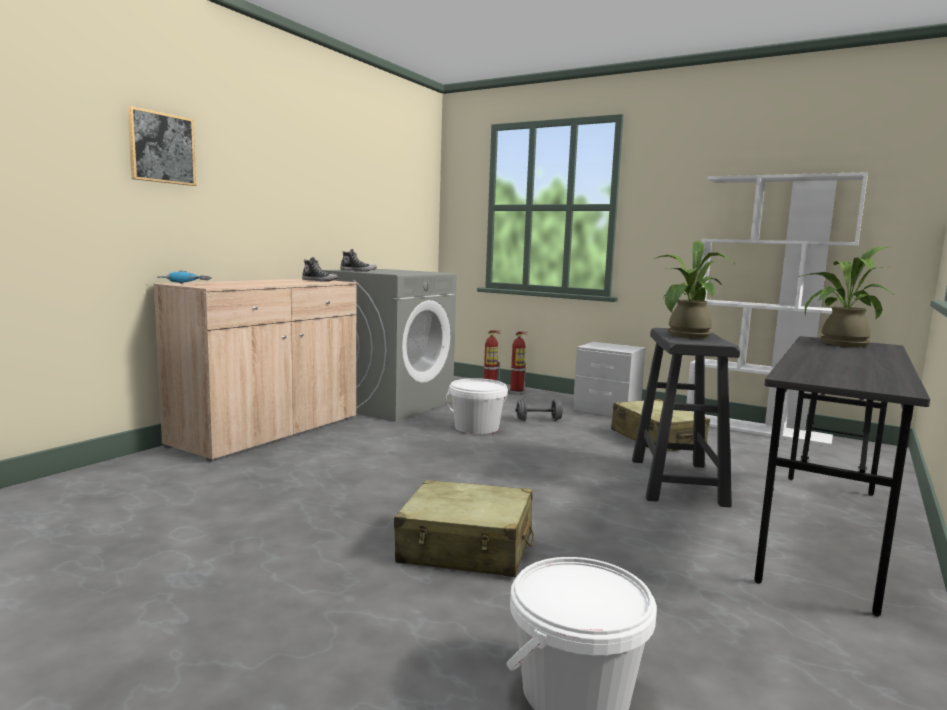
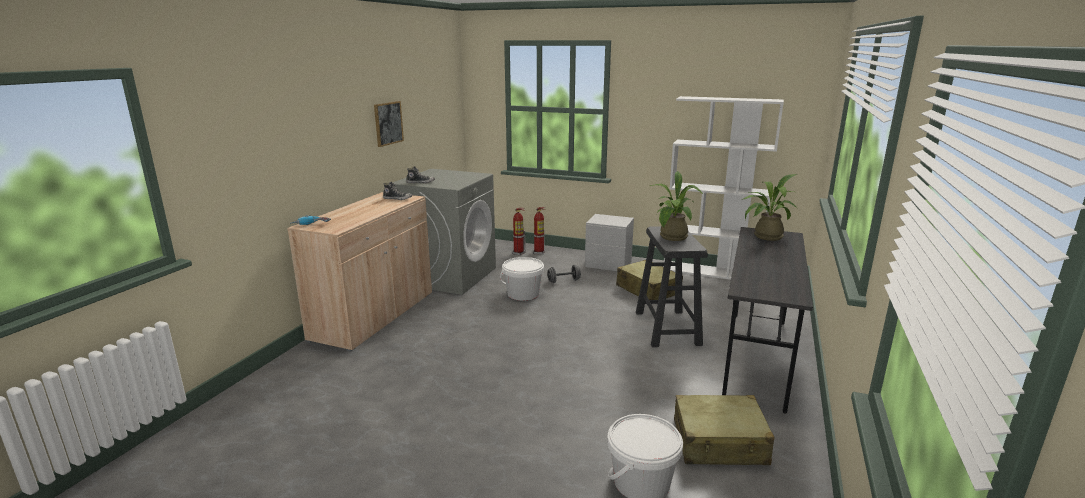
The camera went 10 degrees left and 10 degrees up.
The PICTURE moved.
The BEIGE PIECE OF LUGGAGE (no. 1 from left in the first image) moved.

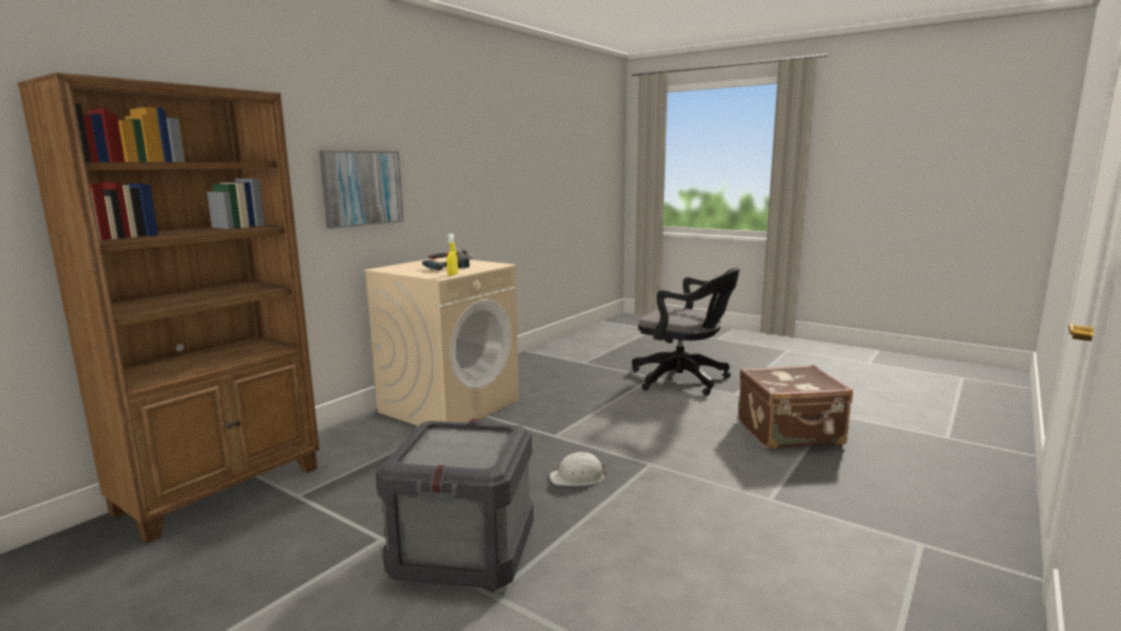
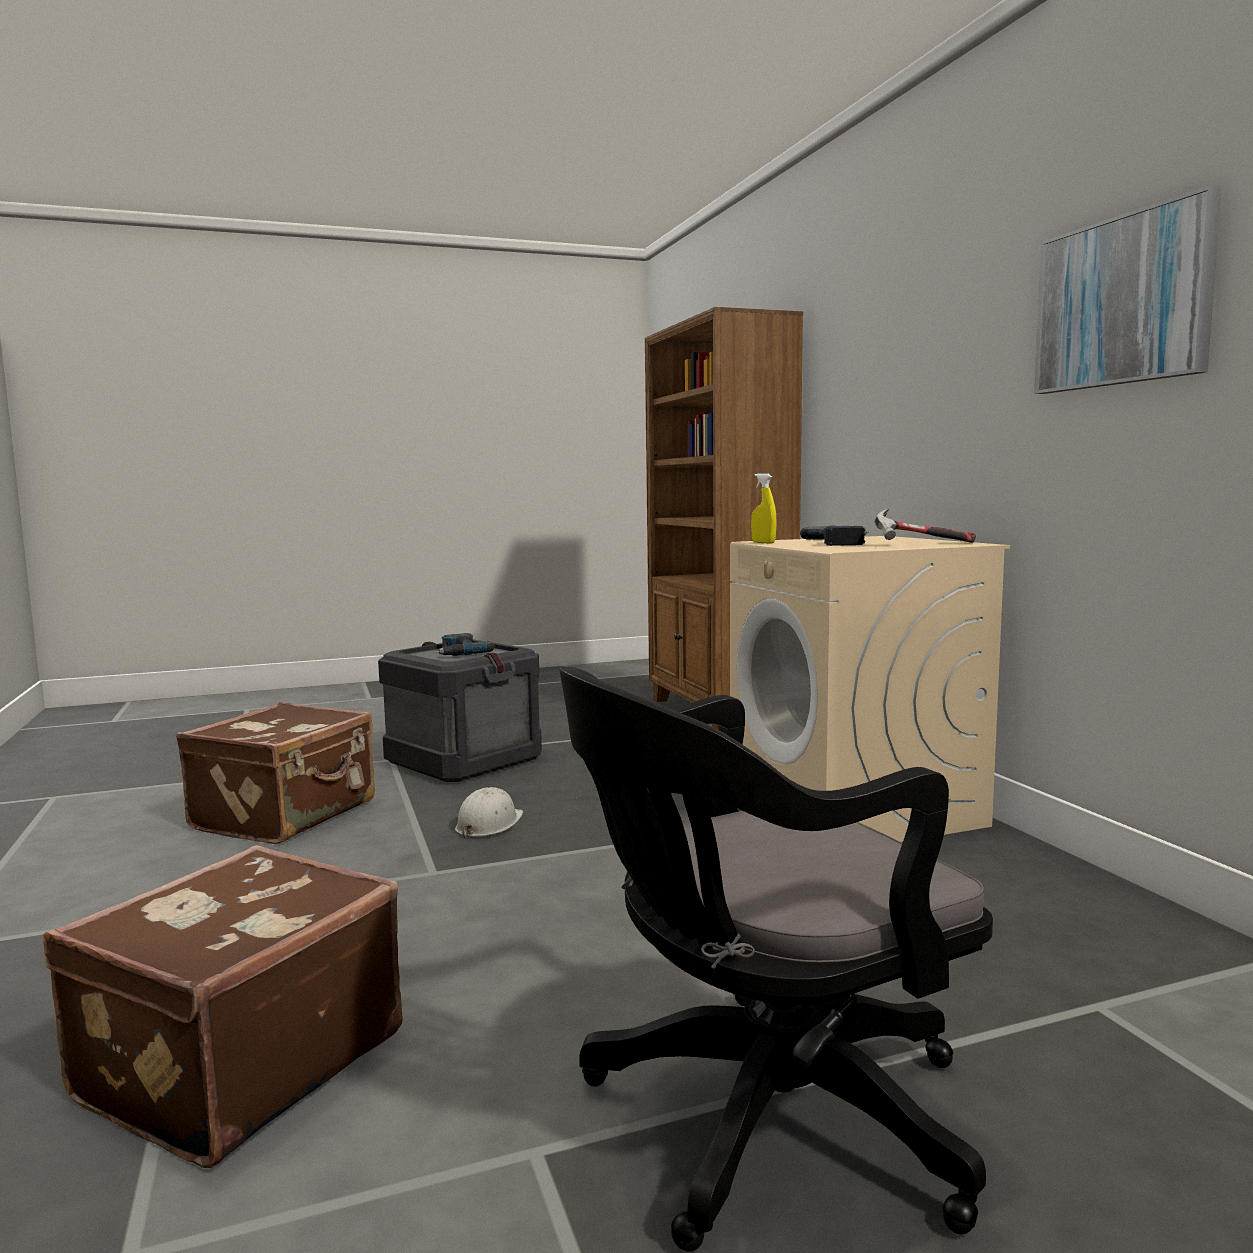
The camera went 125 degrees right and 5 degrees down.
The BROWNISH PIECE OF LUGGAGE (no. 2 from left) appeared.
The DRILL (no. 1 from left) appeared.
The PICTURE moved.

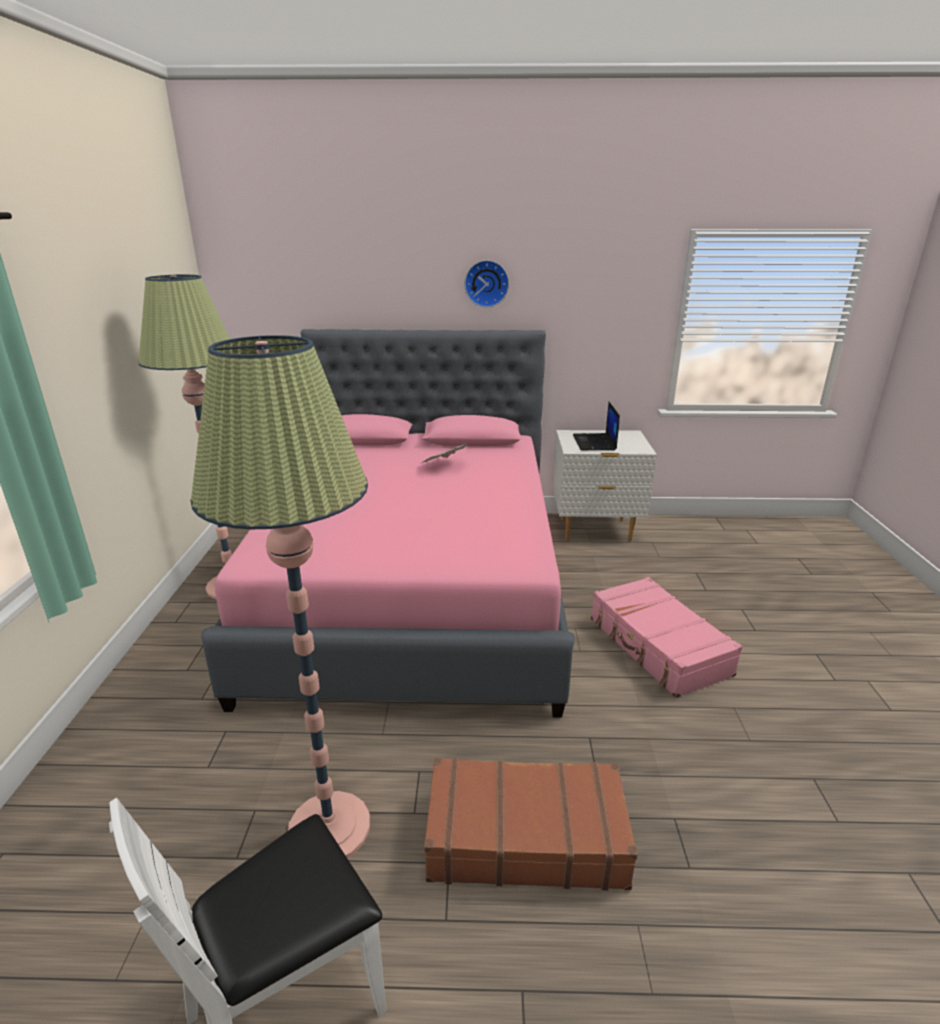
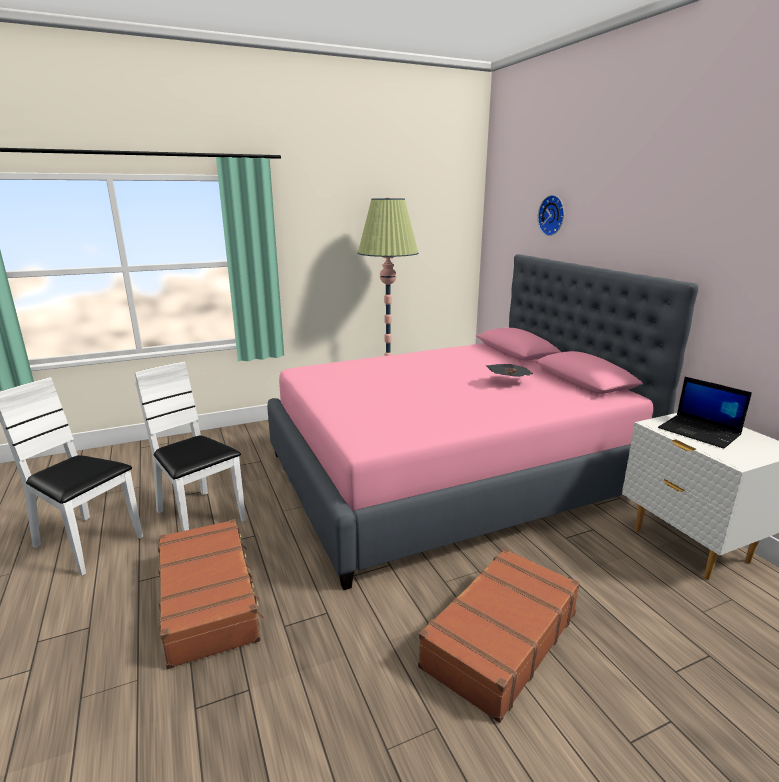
The camera went 65 degrees right and 5 degrees down.
The HANGING CLOCK moved.
The STANDING LAMP (no. 2 from left) was replaced by the WHITE-COLOURED CHAIR (no. 2 from left).
The PINK-COLOURED PIECE OF LUGGAGE became the BROWNISH PIECE OF LUGGAGE (no. 2 from left).
The NOTEBOOK COMPUTER turned 105 degrees counterclockwise.

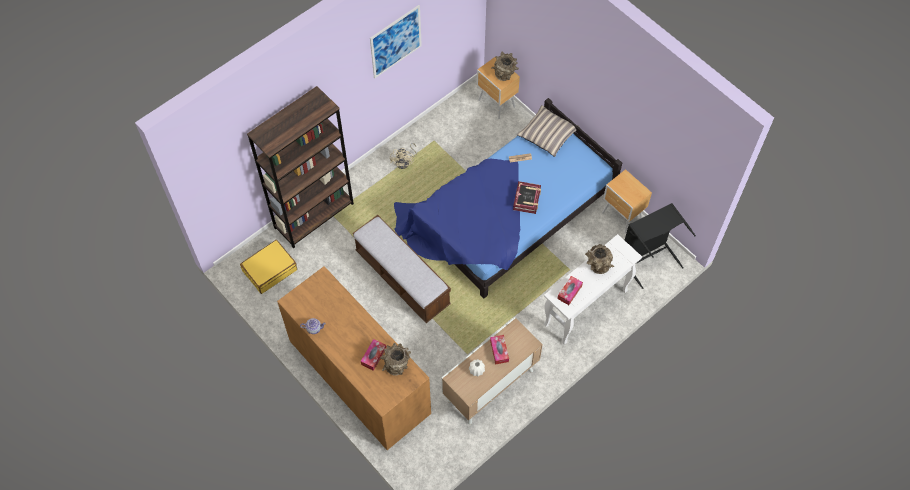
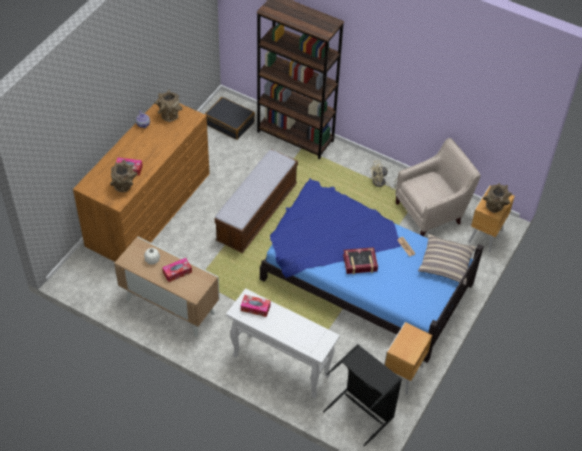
The camera went 70 degrees right and 10 degrees down.
The PICTURE disappeared.
The BEIGE ARMCHAIR appeared.
The BROWNISH VASE (no. 3 from left in the first image) moved.
The YELLOW-COLOURED PIECE OF LUGGAGE became the BLACK PIECE OF LUGGAGE.

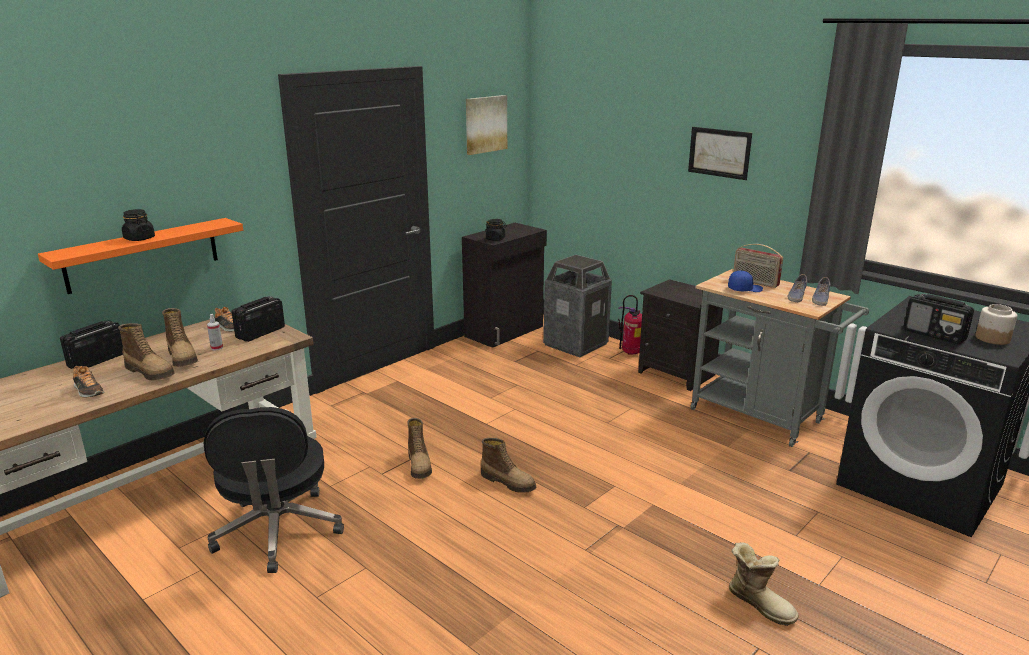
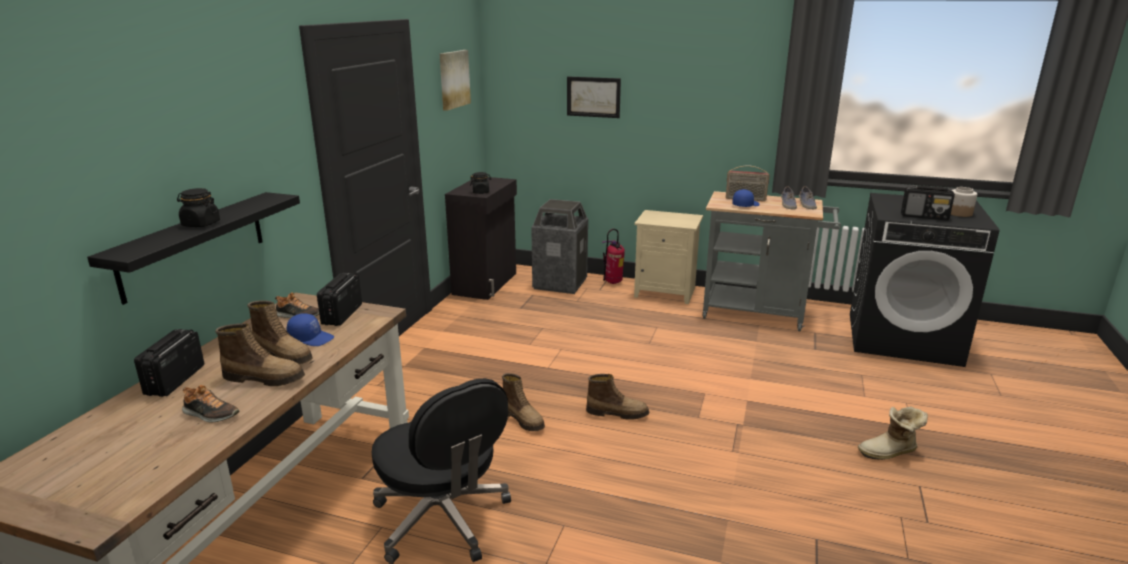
The camera went 25 degrees left and 0 degrees up.
The PICTURE (no. 2 from left) moved.
The SPRAYER was replaced by the BLUISH PEAKED CAP (no. 1 from left).
The ORANGE-COLOURED WALL SHELF became the BLACK WALL SHELF.
The BLACK NIGHT TABLE became the BEIGE NIGHT TABLE.
The TALL BOOT (no. 5 from left) turned 150 degrees clockwise.

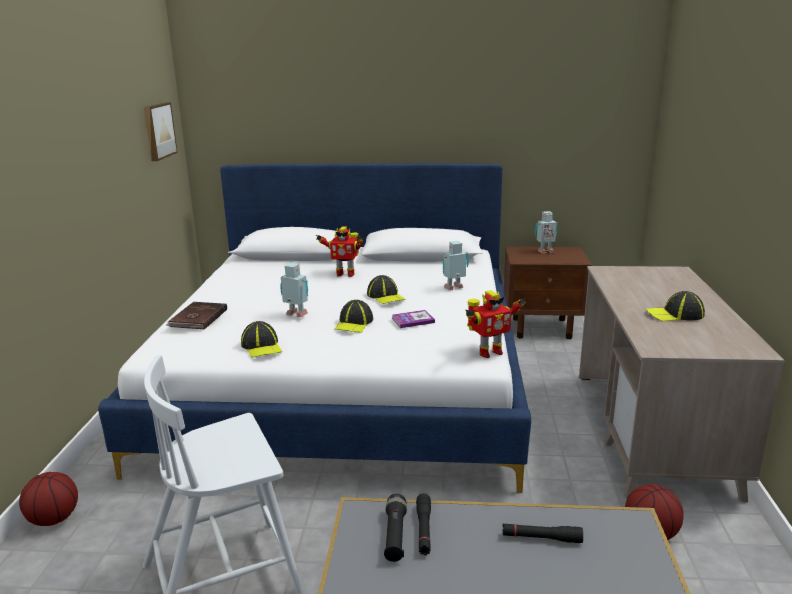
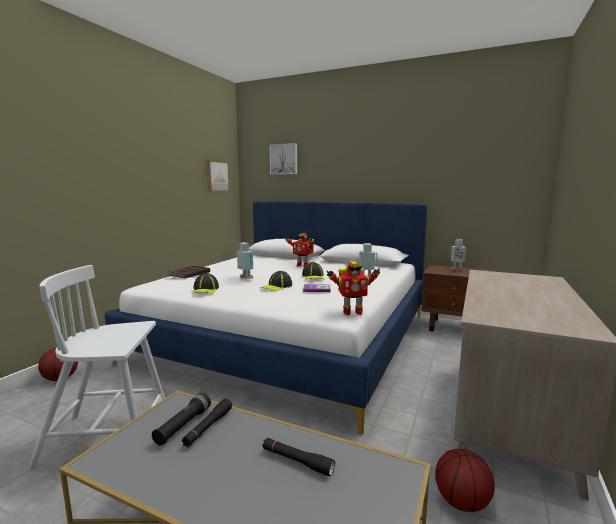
The camera went 20 degrees right and 10 degrees down.
The PEAKED CAP (no. 4 from left) disappeared.
The PICTURE (no. 2 from left) appeared.

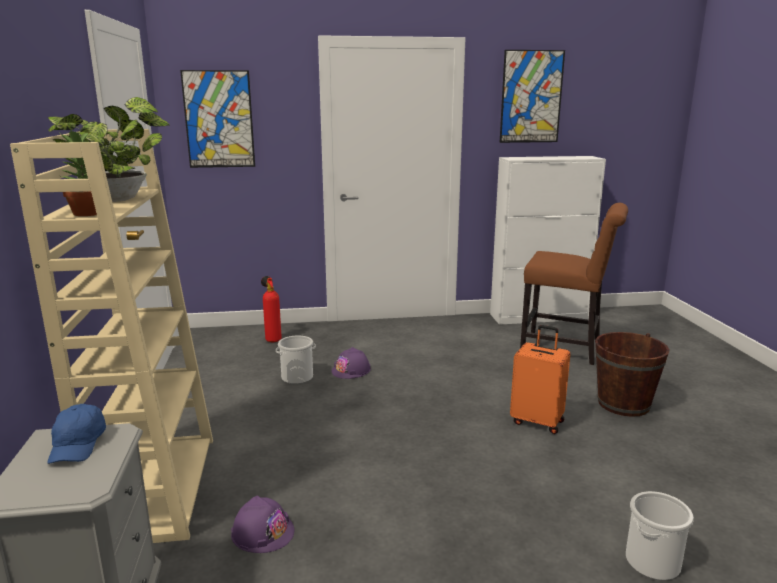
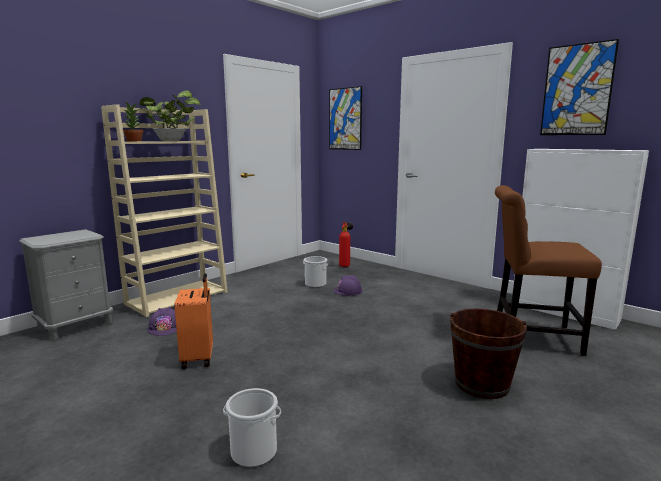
The camera went 50 degrees right and 5 degrees down.
The BLUISH PEAKED CAP disappeared.
The ORANGE-COLOURED PIECE OF LUGGAGE moved.
The BROWNISH CHAIR turned 120 degrees clockwise.

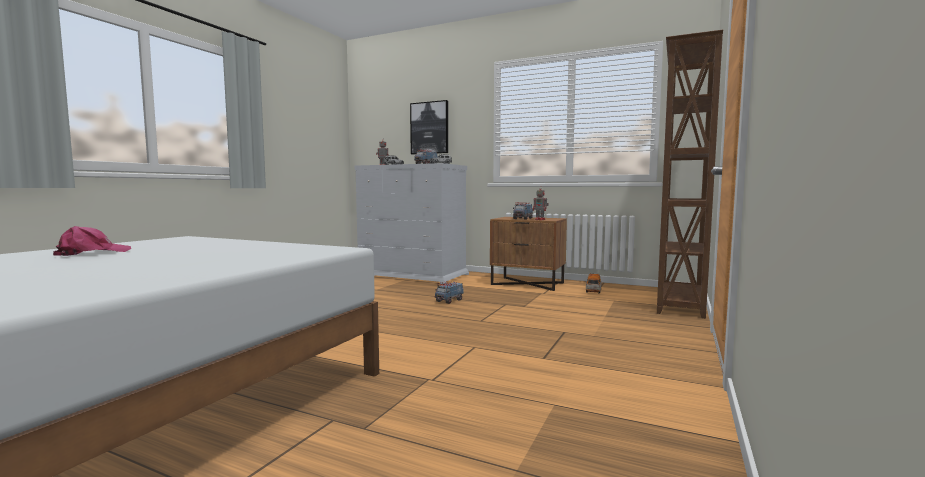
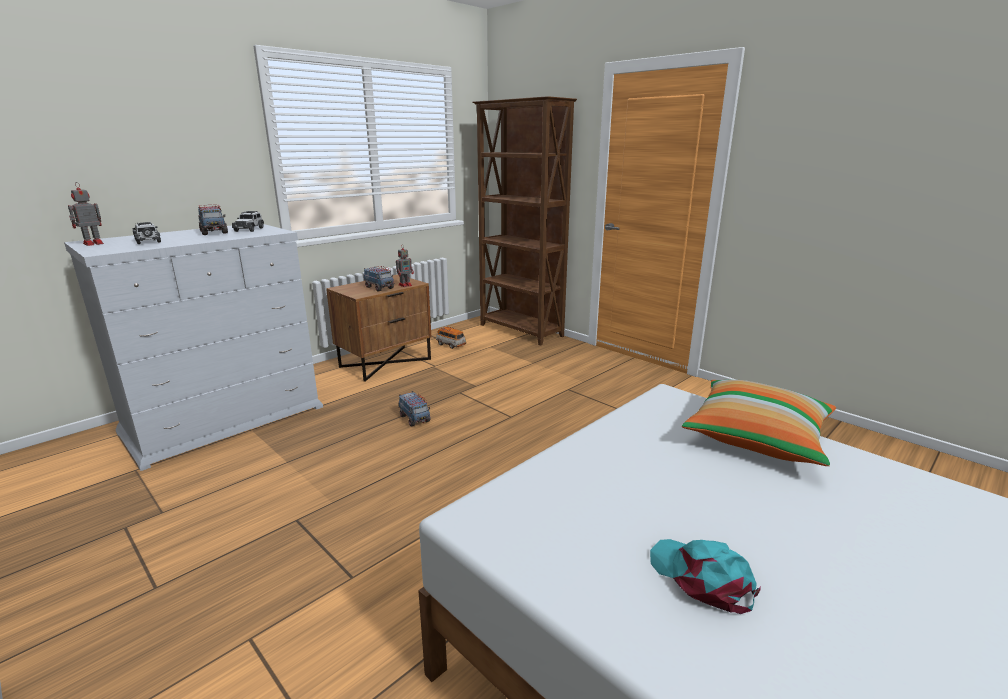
The camera went 70 degrees left and 15 degrees up.
The PICTURE disappeared.
The PILLOW appeared.
The PINK-COLOURED PEAKED CAP became the TURQUOISE PEAKED CAP.

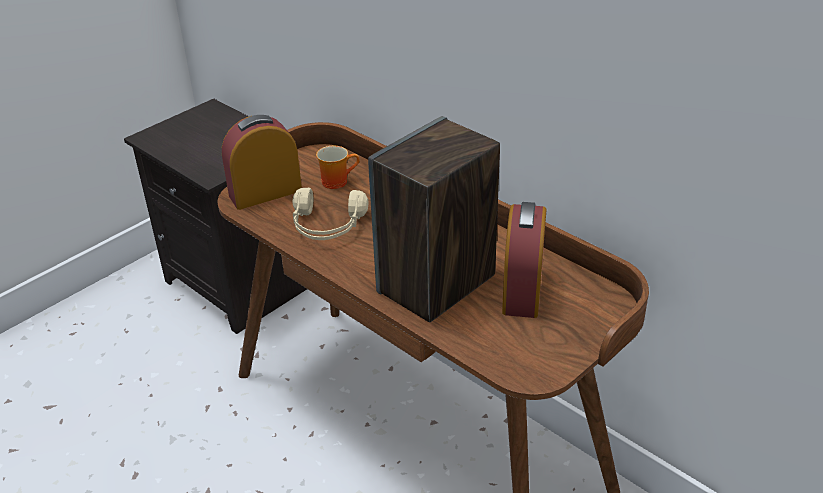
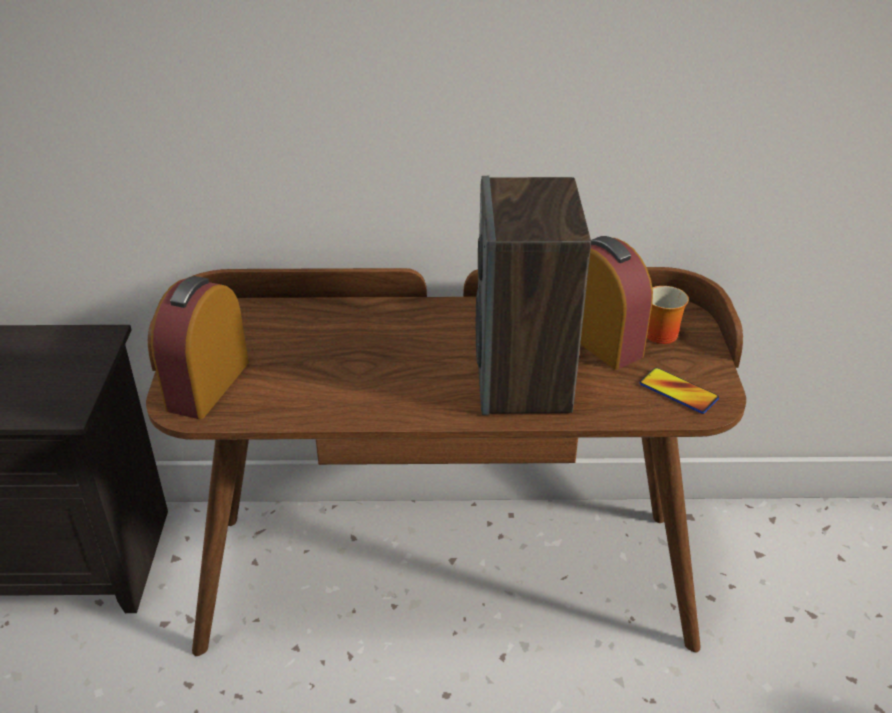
The camera went 45 degrees left and 0 degrees up.
The BEIGE HEADSET disappeared.
The HANDSET appeared.
The TEA MUG moved.

